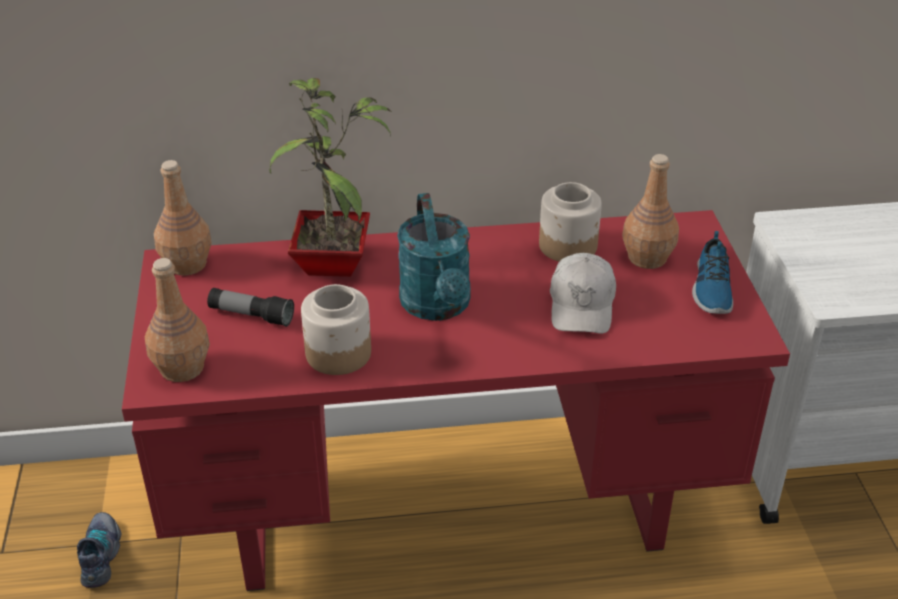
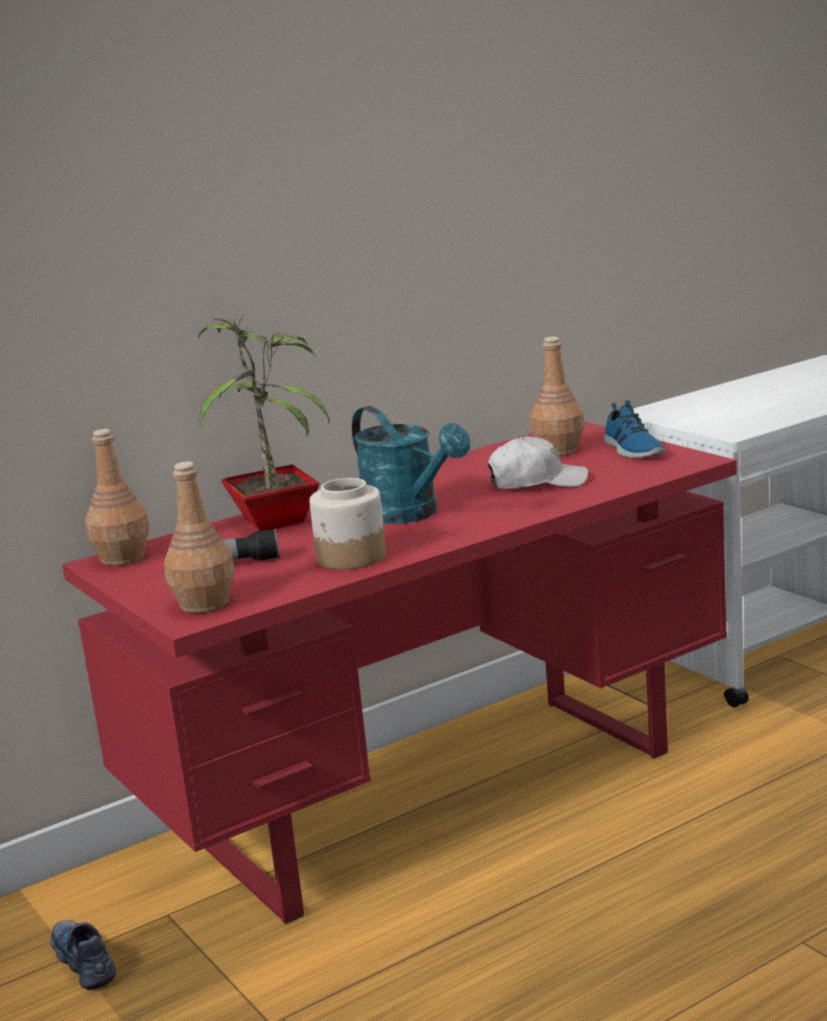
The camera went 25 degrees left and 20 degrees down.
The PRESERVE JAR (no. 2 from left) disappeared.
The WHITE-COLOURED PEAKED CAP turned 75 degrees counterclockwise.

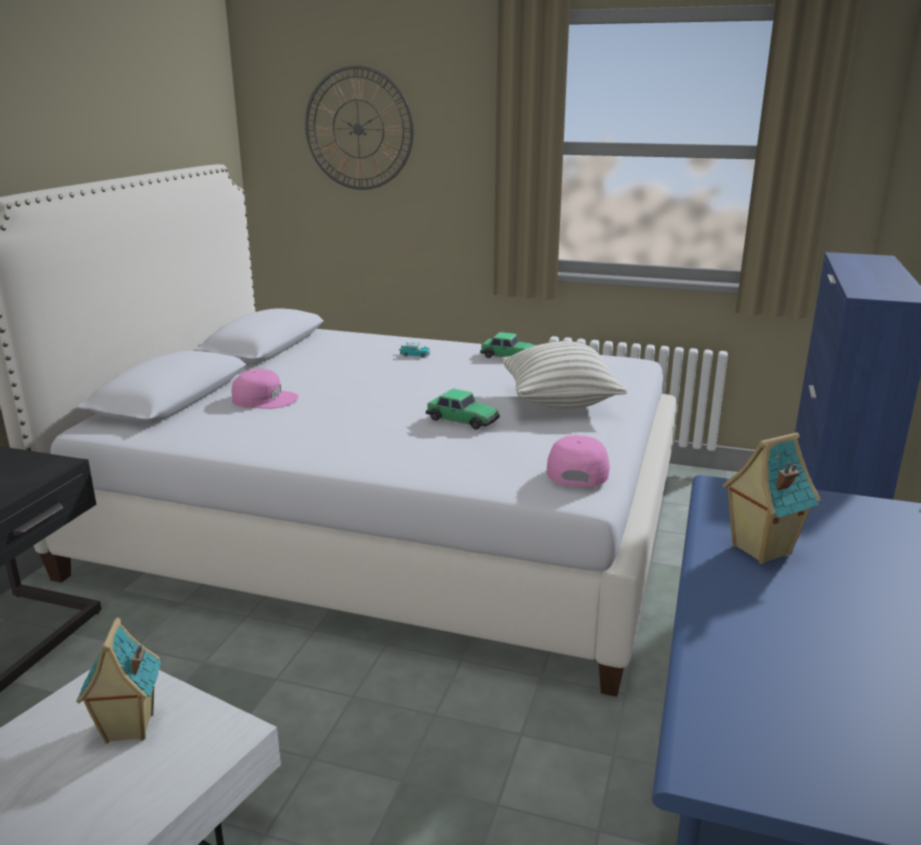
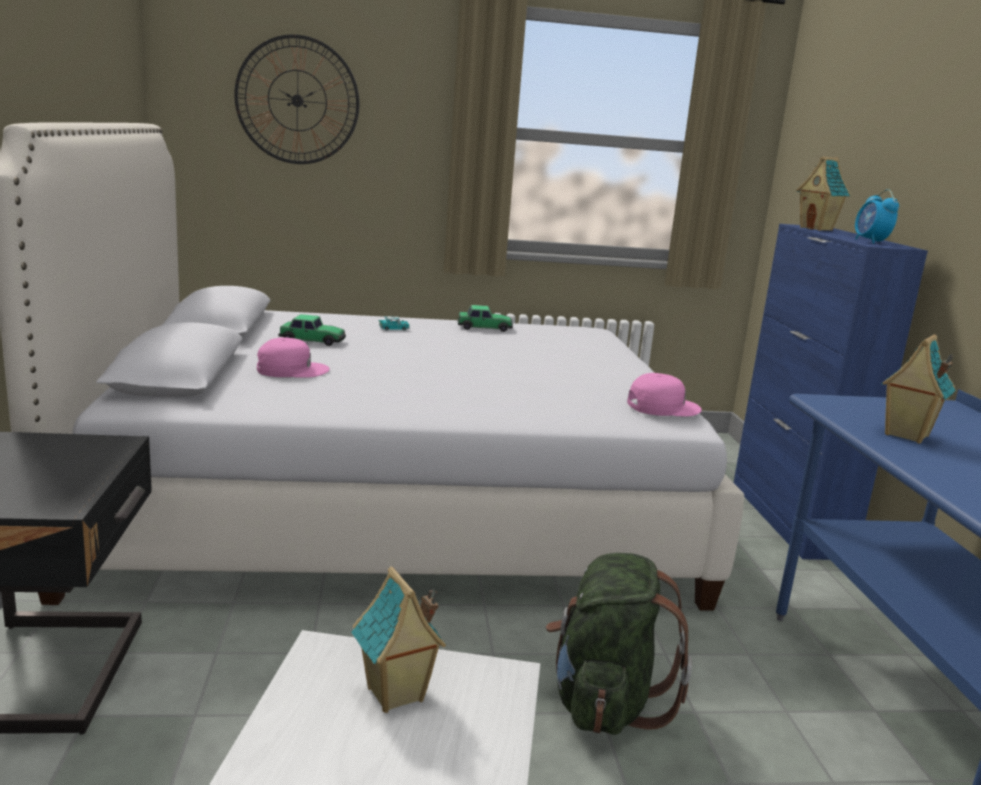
The camera went 25 degrees left and 5 degrees down.
The PILLOW disappeared.
The GREEN-COLOURED RUCKSACK appeared.
The MINIATURE HOUSE (no. 2 from left) appeared.
The BEDSIDE CLOCK appeared.
The MINIATURE CAR (no. 2 from left in the first image) moved.
The PINK-COLOURED PEAKED CAP (no. 2 from left) turned 90 degrees clockwise.

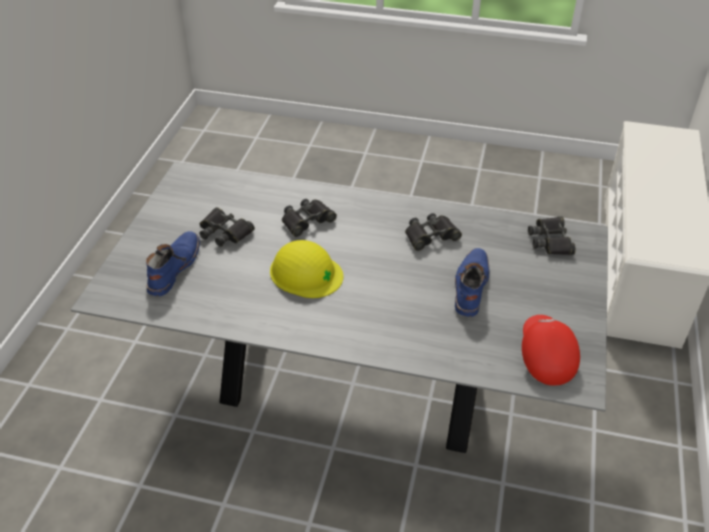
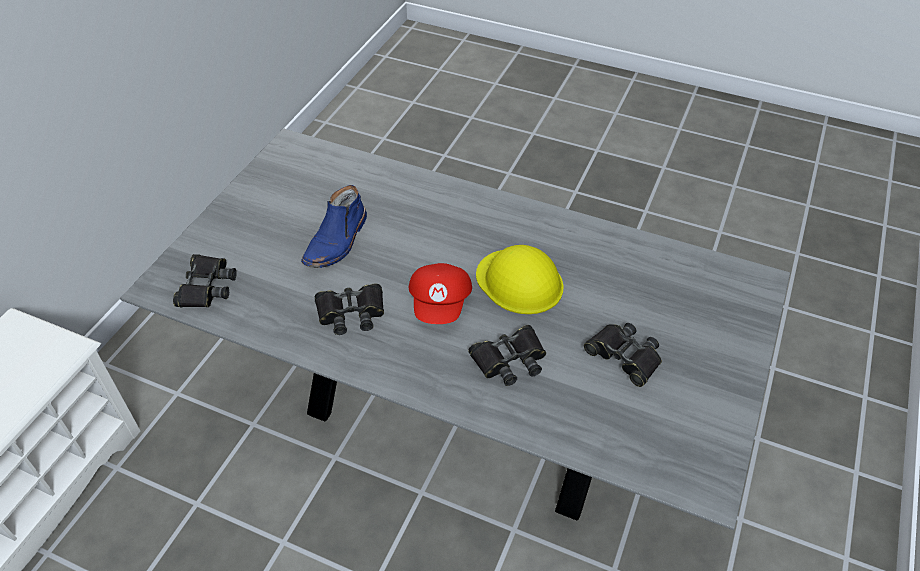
The camera went 170 degrees left and 5 degrees up.
The BLUISH TALL BOOT (no. 1 from left) disappeared.
The RED-COLOURED PEAKED CAP moved.

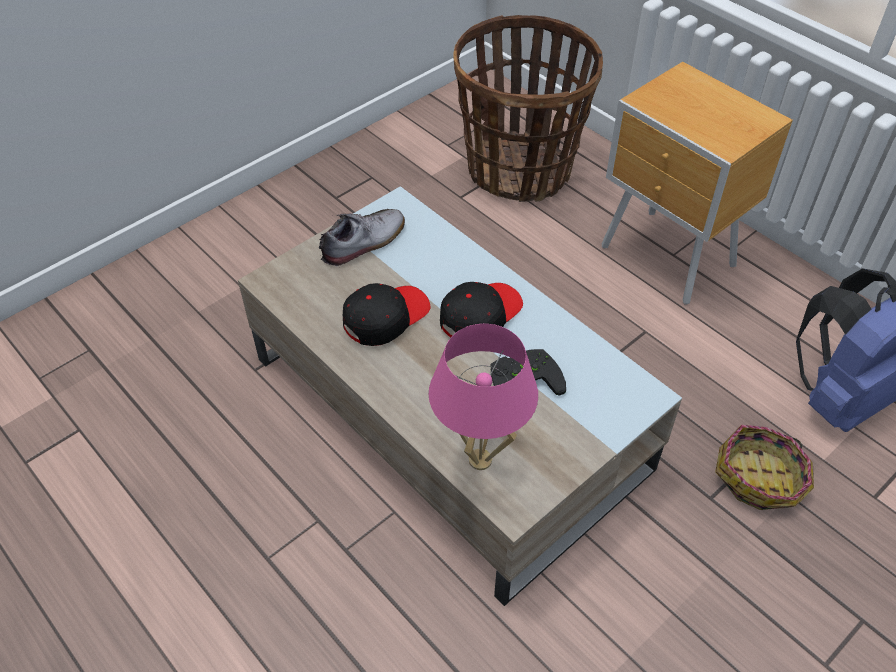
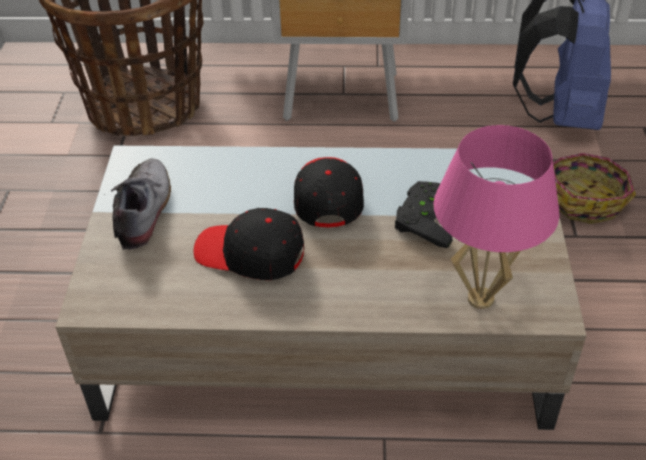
The camera went 45 degrees left and 5 degrees down.
The BLACK PEAKED CAP (no. 1 from left) turned 75 degrees counterclockwise.

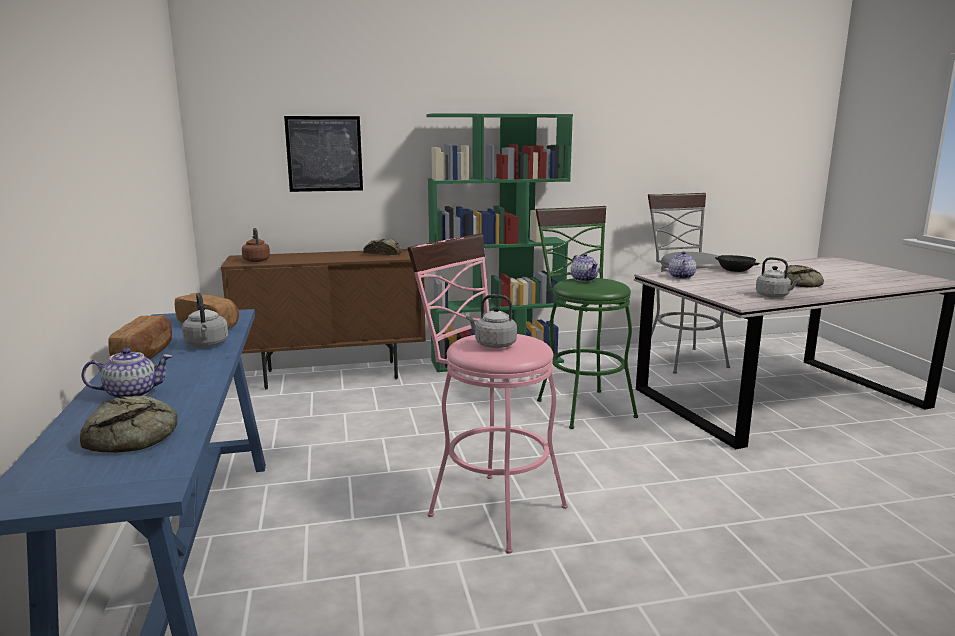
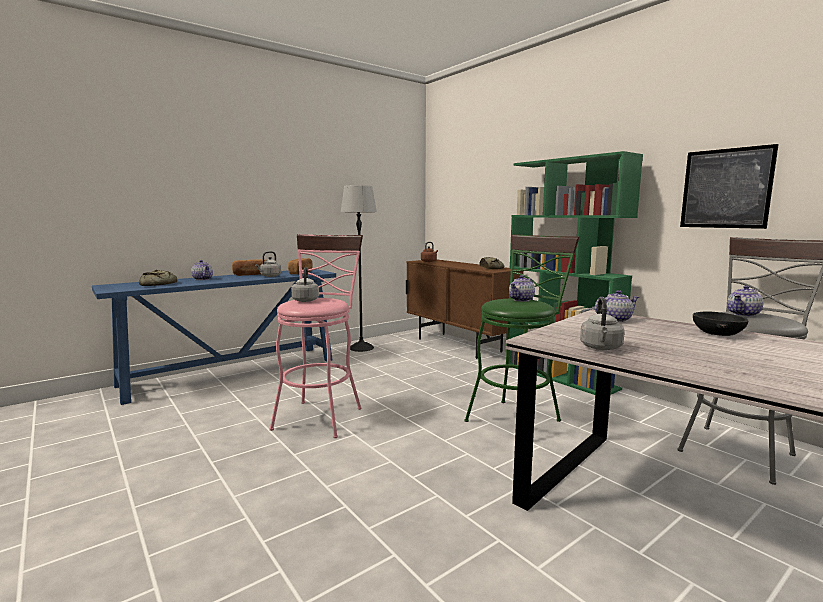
The camera went 65 degrees right and 5 degrees down.
The BAKERY BREAD (no. 5 from left) disappeared.
The STANDING LAMP appeared.
The TEAPOT (no. 4 from left) appeared.
The PICTURE moved.

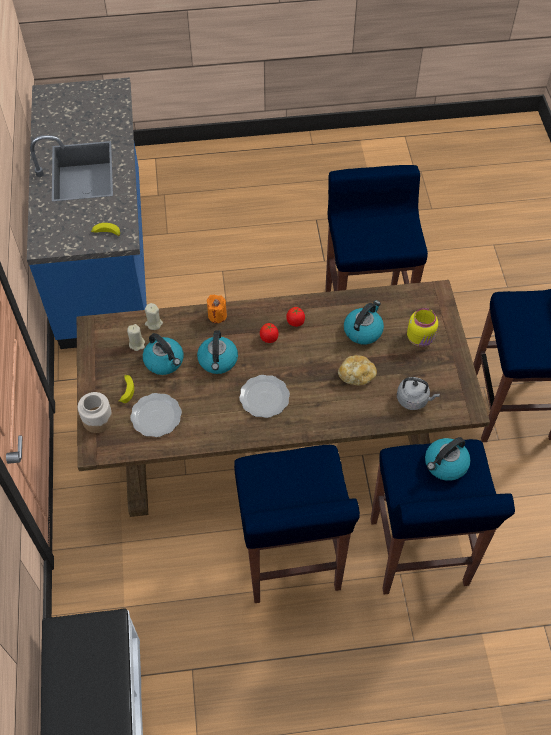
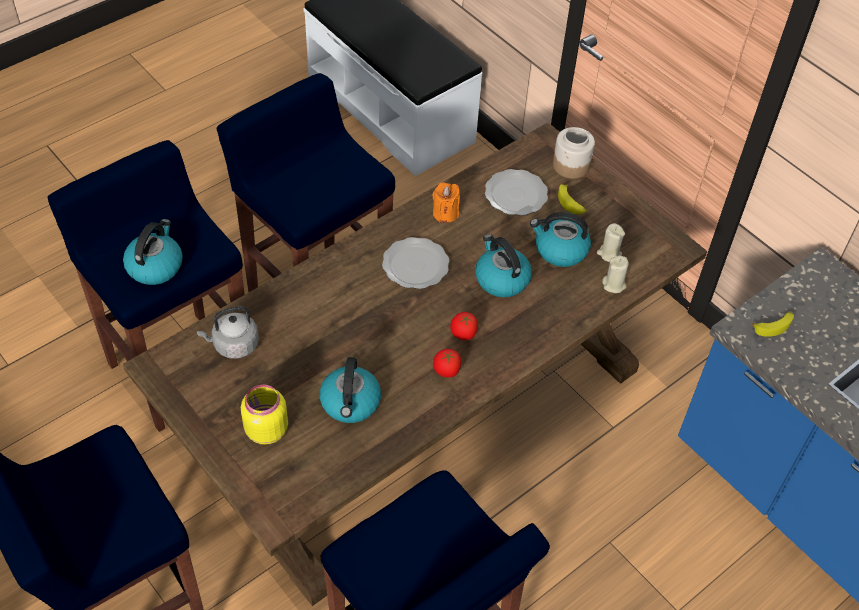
The camera went 145 degrees right and 5 degrees down.
The BAKERY BREAD disappeared.
The ORANGE-COLOURED WAX CANDLE moved.

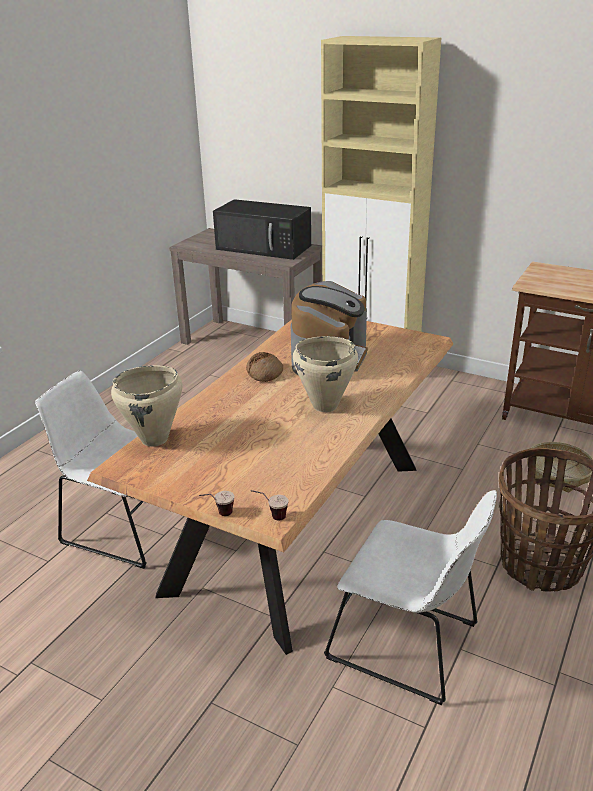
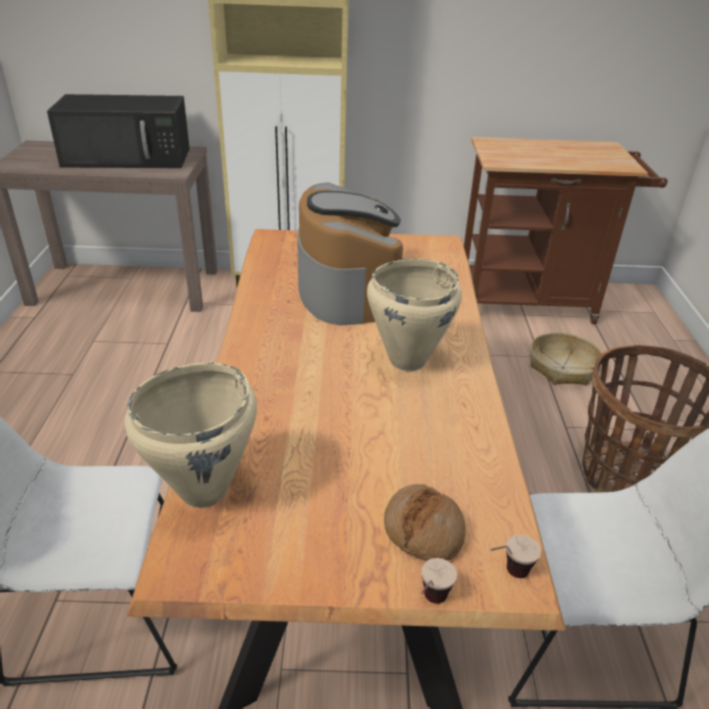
The camera went 30 degrees left and 5 degrees up.
The BAKERY BREAD moved.

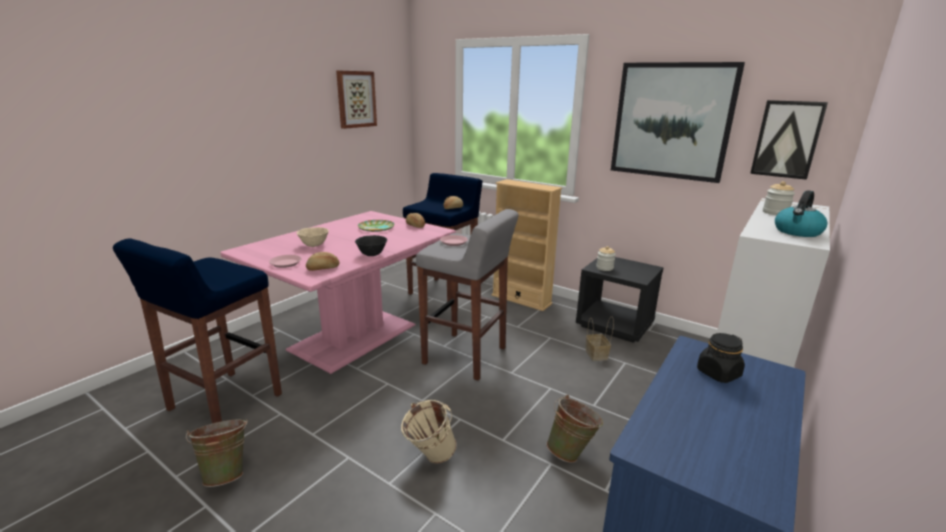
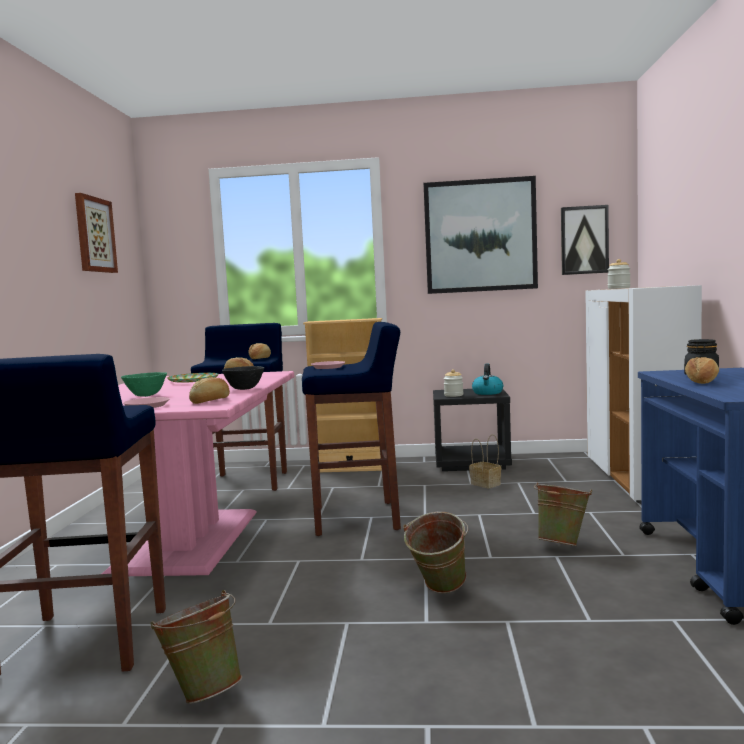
The camera went 30 degrees left and 15 degrees down.
The BAKERY BREAD (no. 4 from left) appeared.
The TEA KETTLE moved.
The BEIGE SERVING BOWL became the GREEN-COLOURED SERVING BOWL.
The BEIGE BUCKET became the GREEN-COLOURED BUCKET (no. 2 from left).
The GREY SITTING STOOL became the BLUISH SITTING STOOL (no. 3 from left).

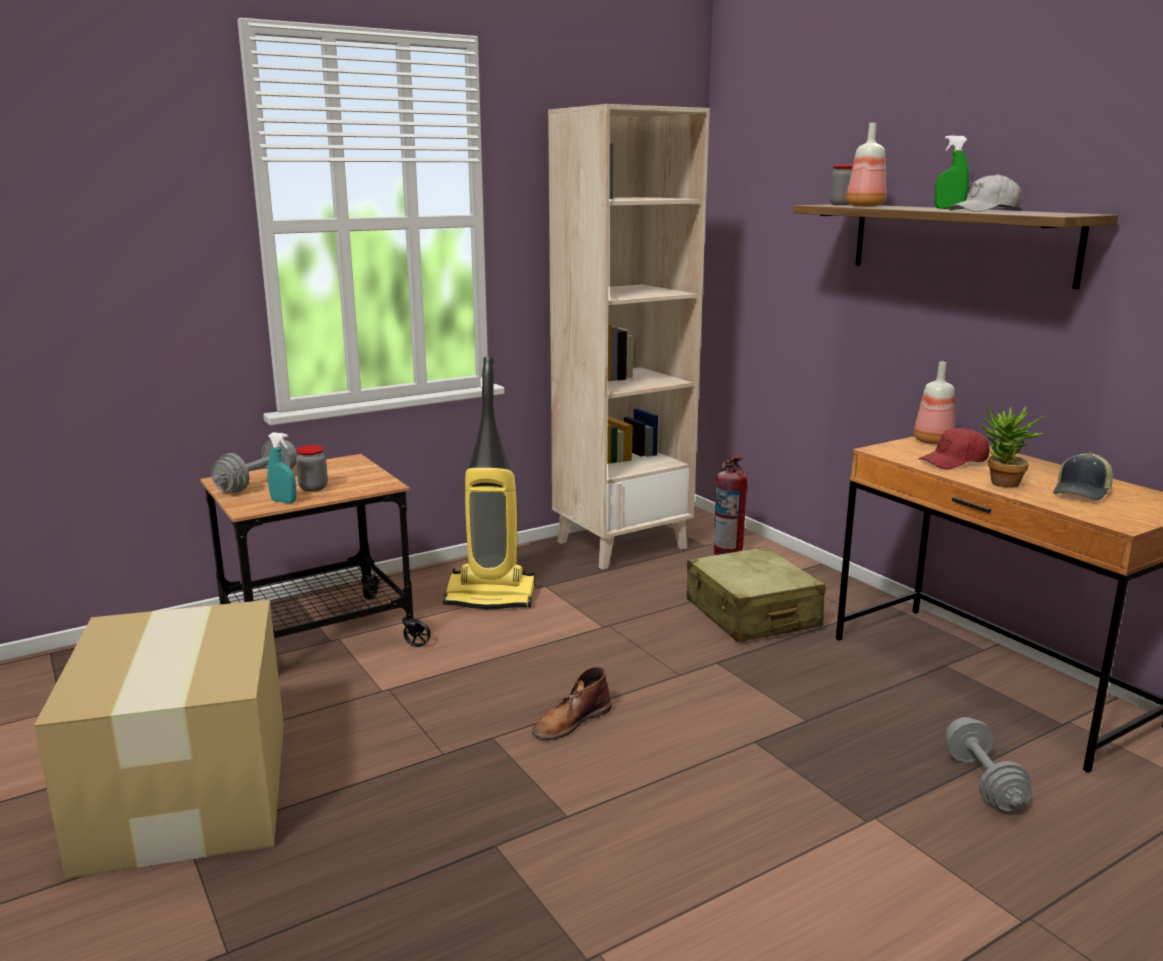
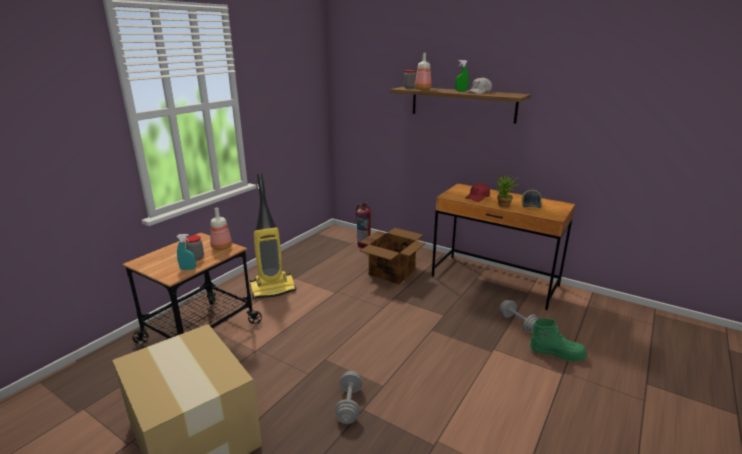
The camera went 25 degrees left and 5 degrees up.
The BROWNISH TALL BOOT disappeared.
The BEIGE BOOKCASE disappeared.
The GREEN-COLOURED TALL BOOT appeared.
The GREY DUMBBELL (no. 1 from left) moved.
The BEVERAGE BOTTLE (no. 2 from left in the first image) moved.
The BEIGE PIECE OF LUGGAGE was replaced by the CARDBOARD BOX (no. 2 from left).

